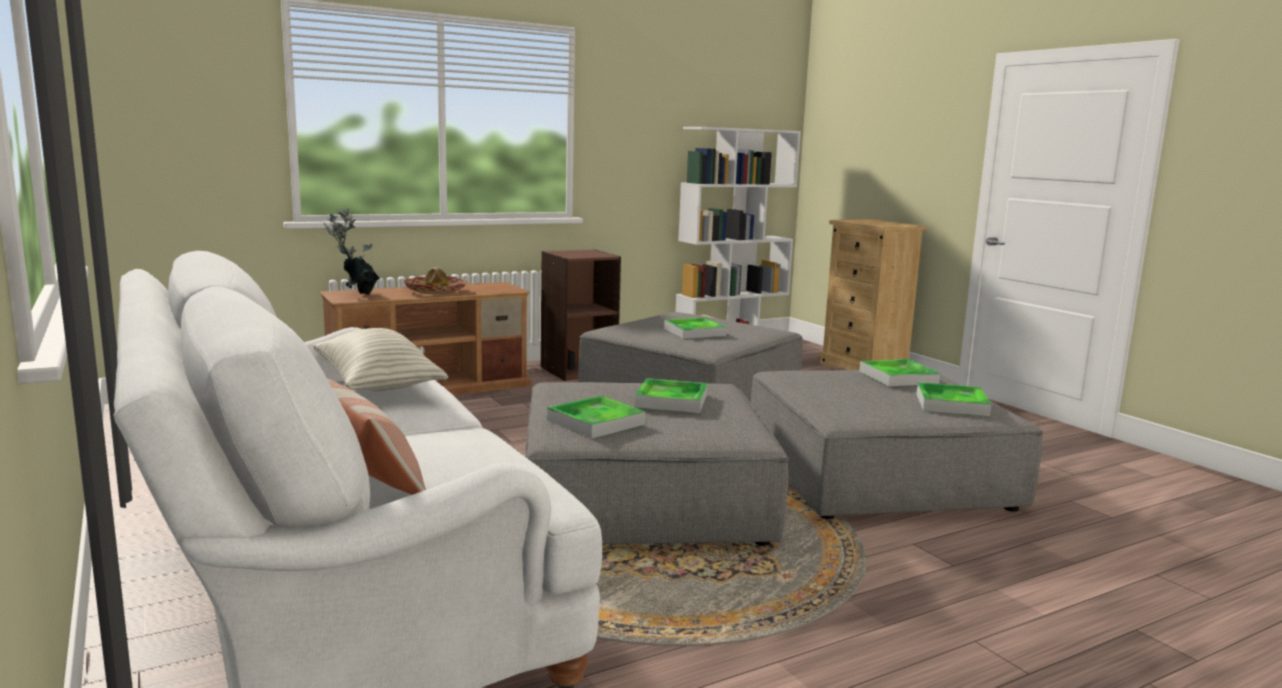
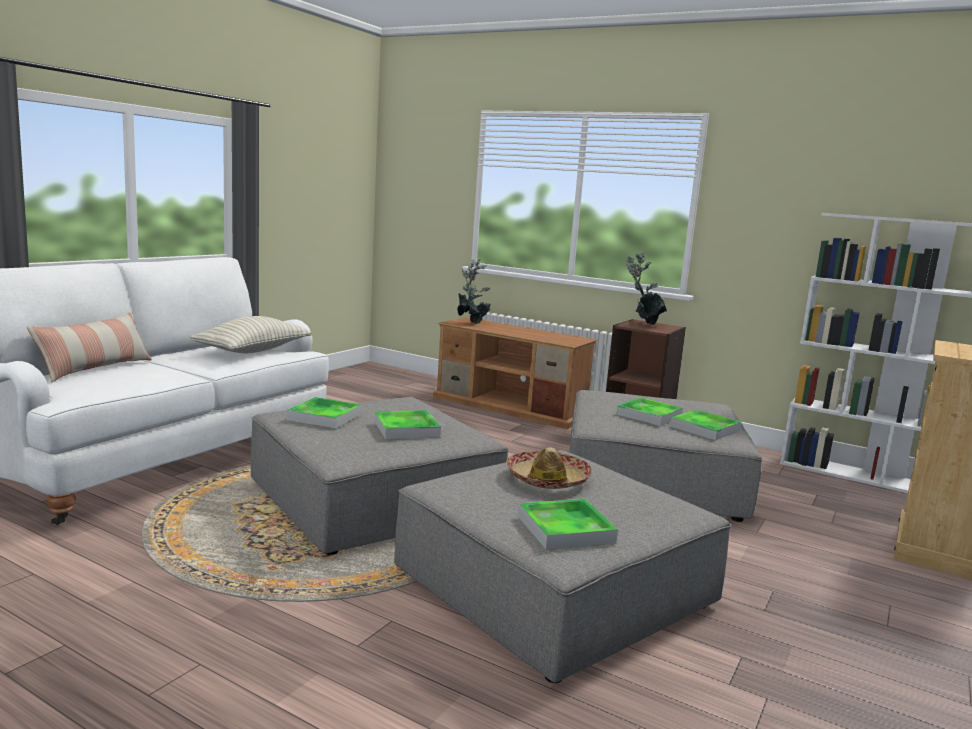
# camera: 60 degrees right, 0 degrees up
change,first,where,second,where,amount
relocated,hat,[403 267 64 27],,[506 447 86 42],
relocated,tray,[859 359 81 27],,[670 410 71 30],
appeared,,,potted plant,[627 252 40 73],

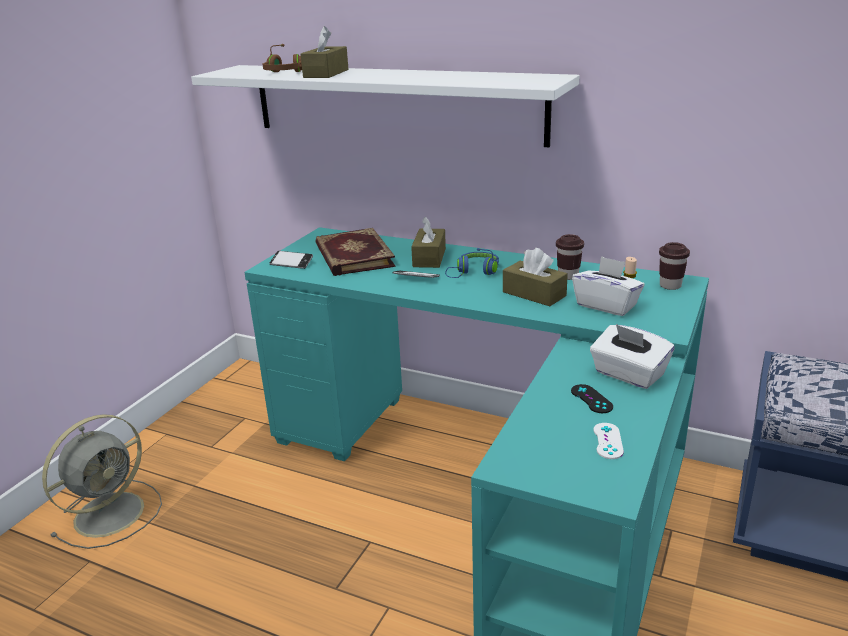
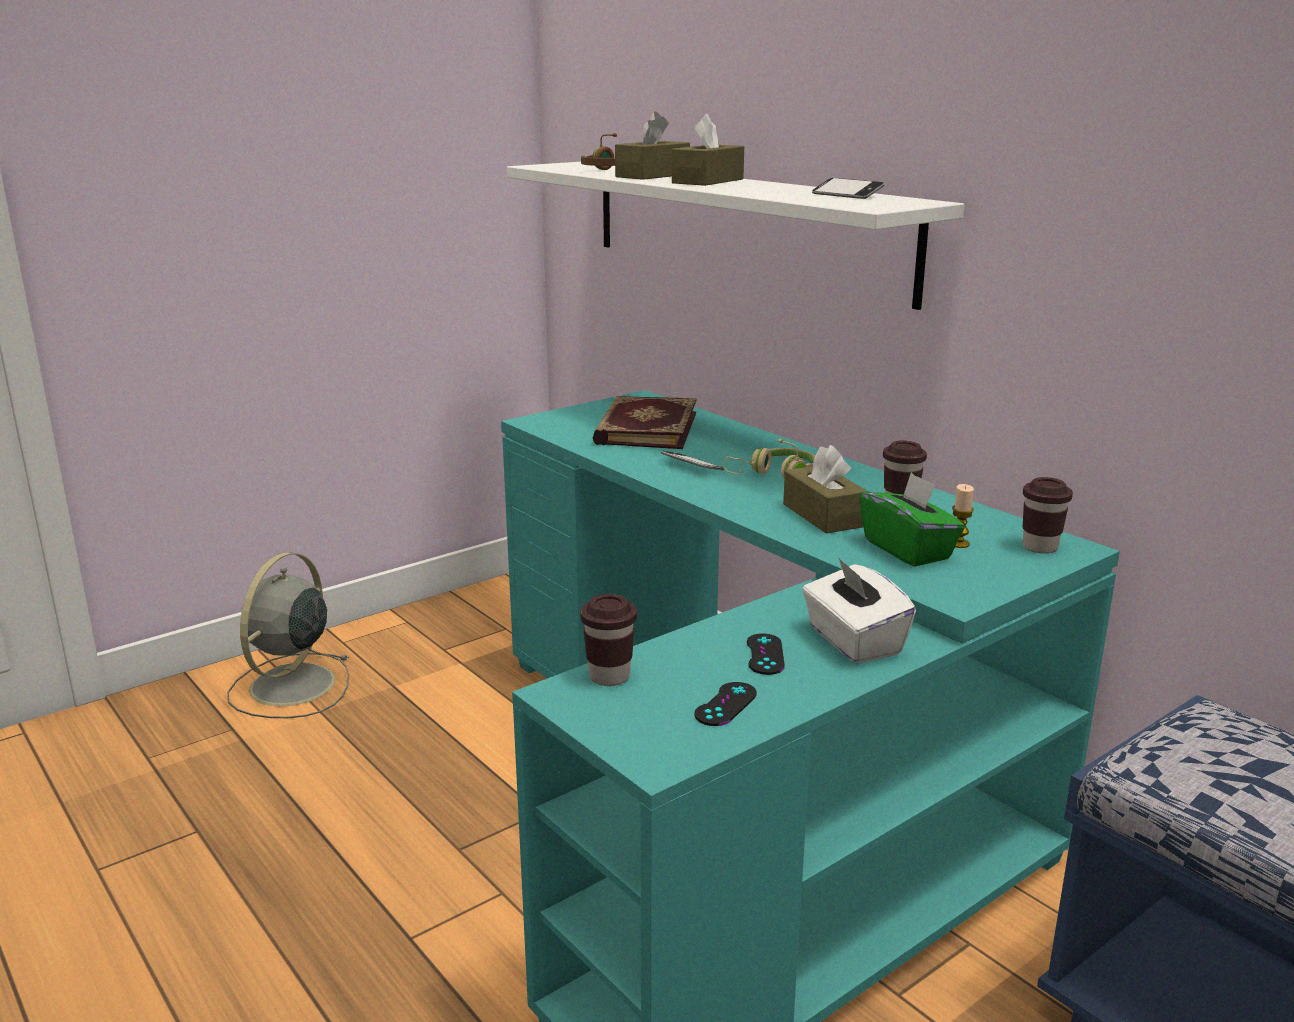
# camera: 25 degrees right, 5 degrees down
change,first,where,second,where,amount
relocated,brown tissue box,[411 216 35 52],,[672 114 72 72],
colour,blue headphones,[445 248 54 30],beige headphones,[723 439 92 39],
relocated,phone,[270 251 43 18],,[812 178 72 21],
colour,white tissue box,[572 256 73 60],green tissue box,[859 472 106 95],
spun,grey fan,[42 414 120 135],,[227 552 122 166],135 degrees clockwise
colour,white game controller,[593 423 31 36],black game controller,[694 682 63 44],
appeared,,,brown cup,[580 594 57 92],

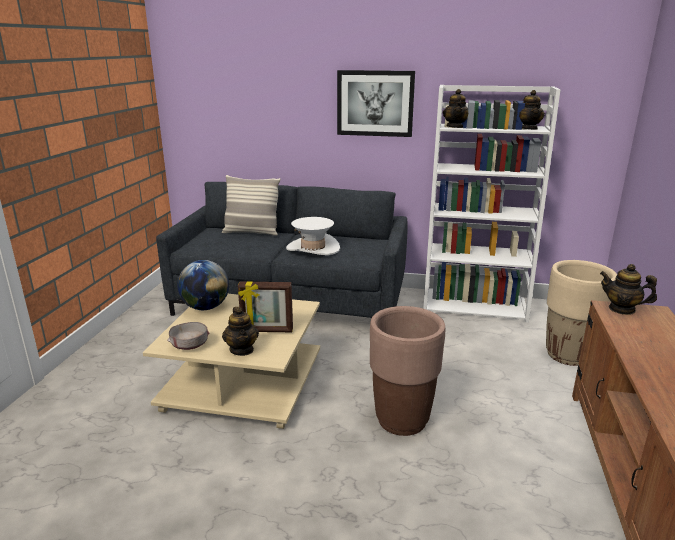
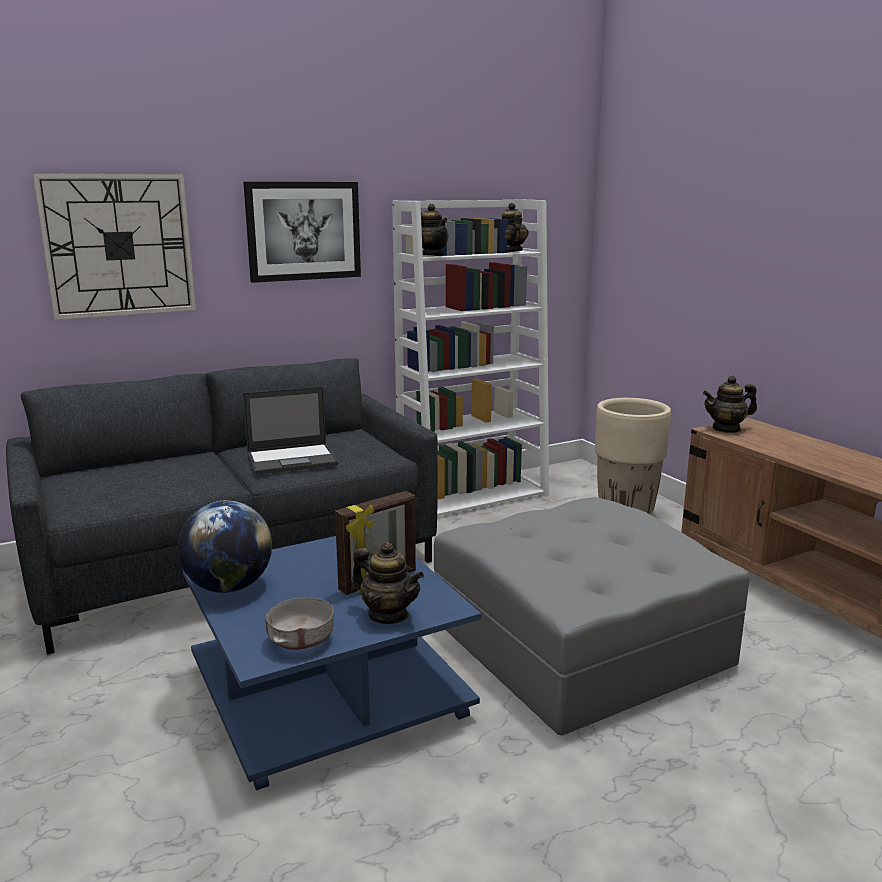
# camera: 40 degrees left, 5 degrees down
change,first,where,second,where,amount
spun,teapot,[519 90 26 40],,[501 203 28 49],150 degrees counterclockwise
missing,pillow,[222 175 58 61],,,
exchanged,white hat,[286 217 54 38],laptop,[243 386 96 89],
colour,beige coffee table,[143 294 177 135],blue coffee table,[182 536 299 254],
exchanged,brown planter,[370 306 75 130],grey ottoman,[434 497 316 239],
appeared,,,wall clock,[32 173 164 147],

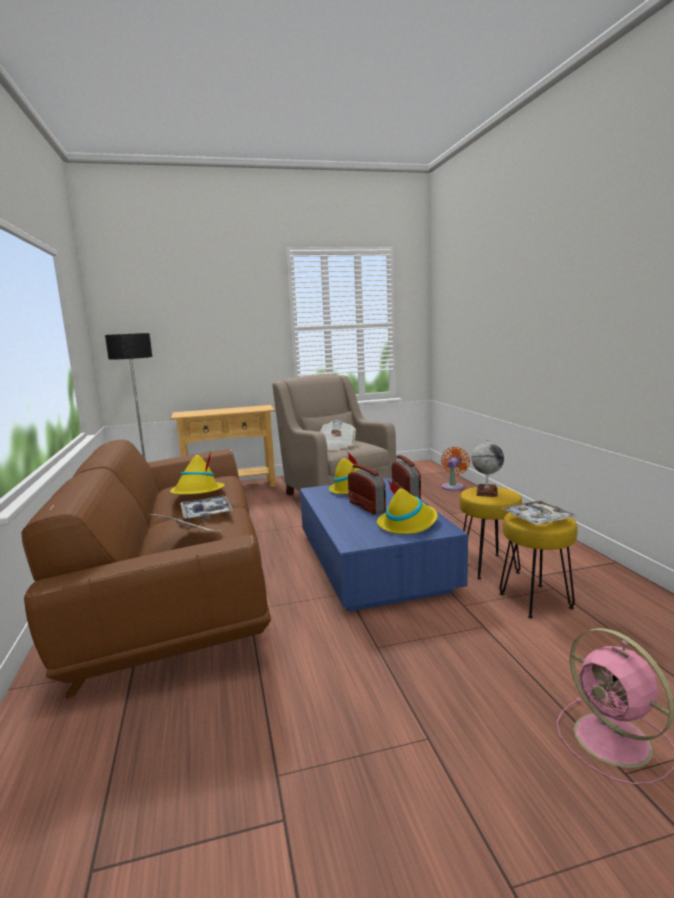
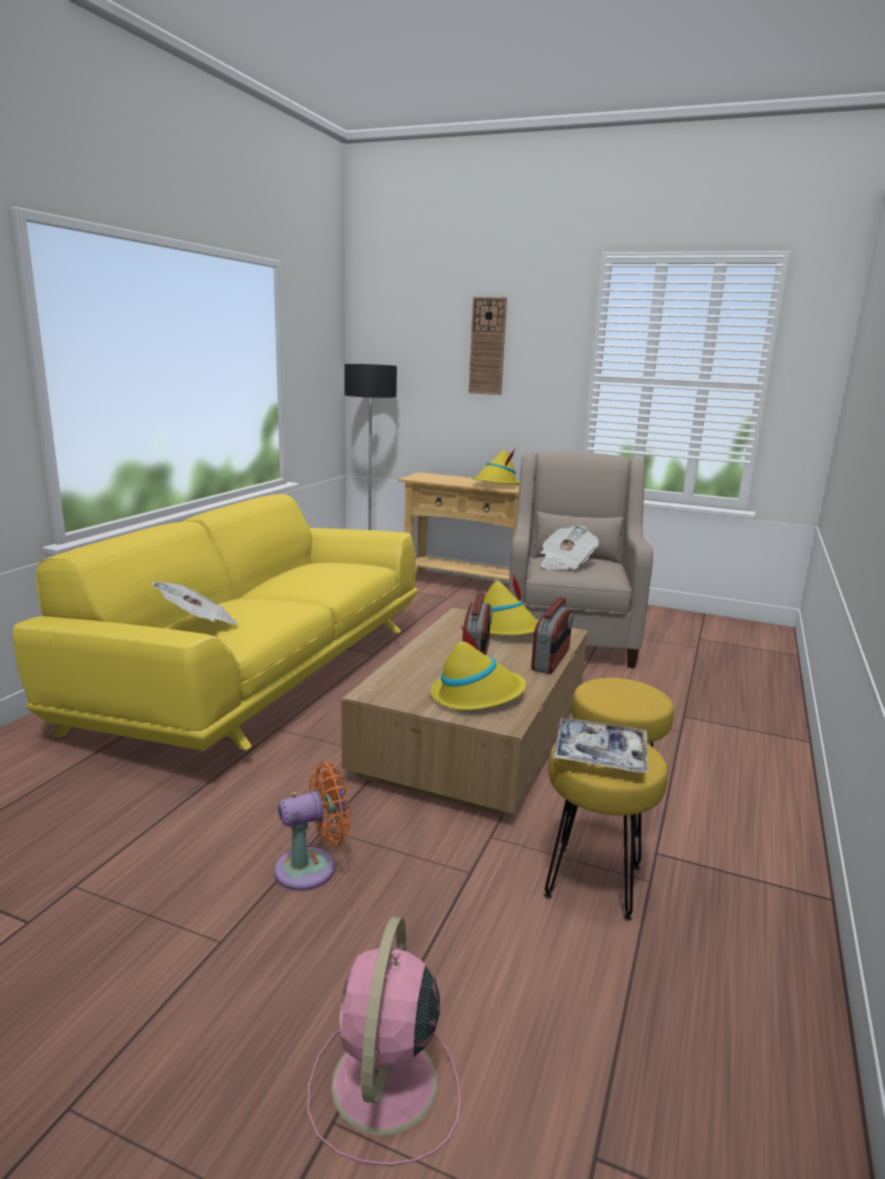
# camera: 35 degrees right, 5 degrees up
change,first,where,second,where,amount
colour,brown sofa,[21 439 250 260],yellow sofa,[13 494 405 257],
missing,globe,[471 440 33 57],,,
relocated,orange fan,[441 447 29 44],,[274 762 77 129],
relocated,yellow hat,[170 451 55 44],,[473 449 47 36],
colour,blue coffee table,[300 478 168 134],brown coffee table,[341 608 247 208],
missing,tray,[180 496 53 23],,,
appeared,,,wall clock,[469 297 38 98],

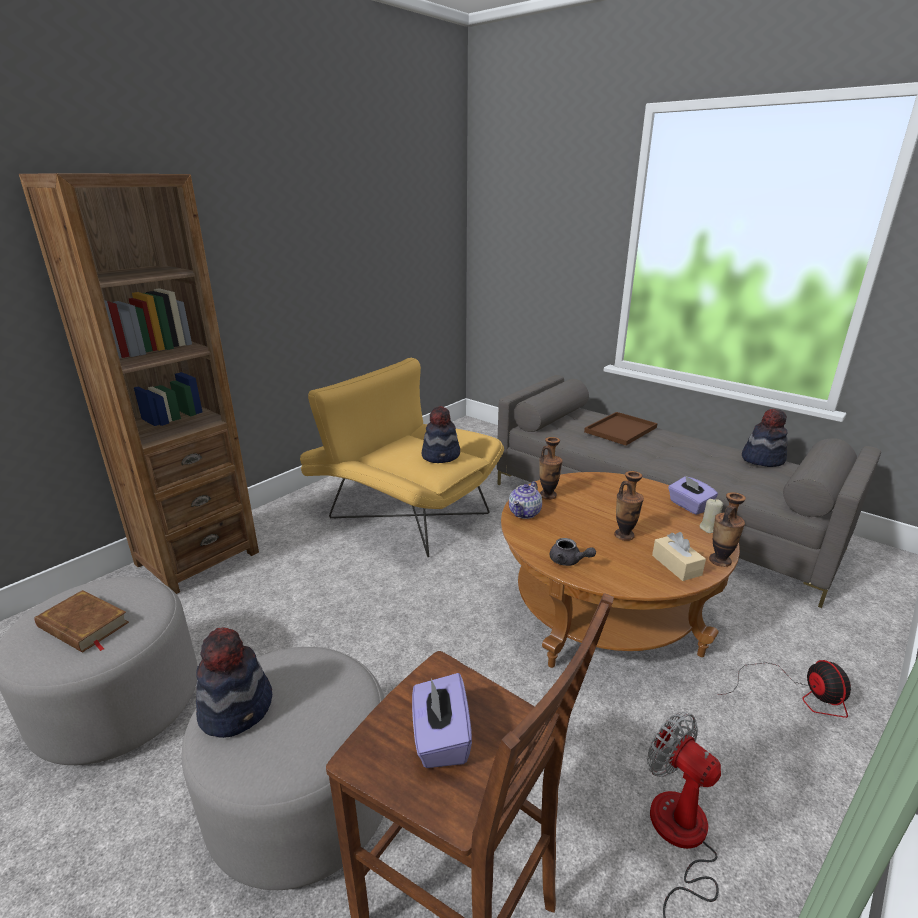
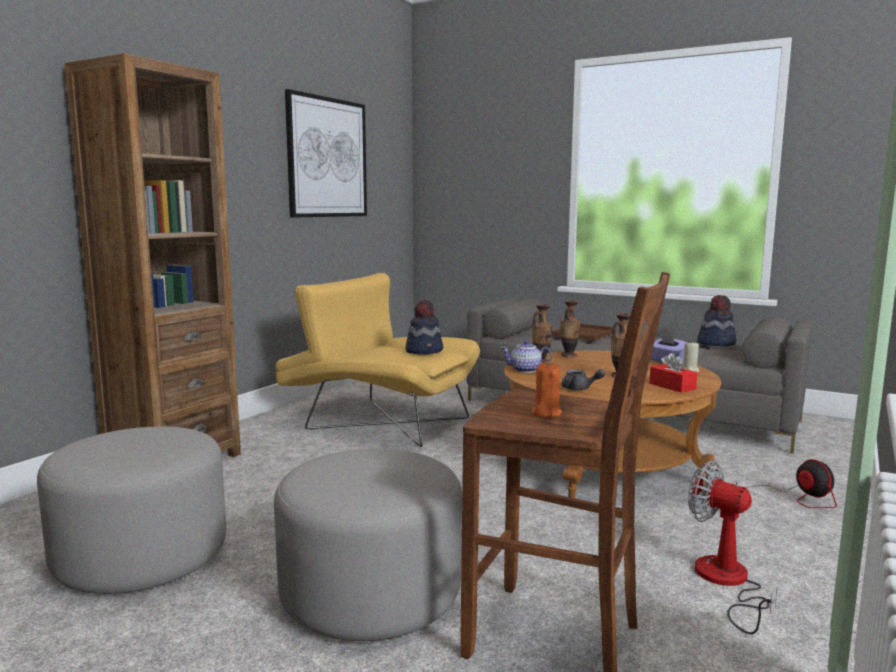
# camera: 10 degrees left, 15 degrees down
change,first,where,second,where,amount
spun,teapot,[509 481 33 38],,[500 340 52 33],75 degrees clockwise
relocated,vase,[709 492 37 75],,[560 300 21 58],
colour,beige tissue box,[652 532 54 49],red tissue box,[650 352 47 41],
missing,brown book,[34 590 95 63],,,
missing,hat,[196 627 76 111],,,
exchanged,purple tissue box,[412 673 60 95],orange candle,[531 362 31 55],
appeared,,,picture,[285 89 82 129],

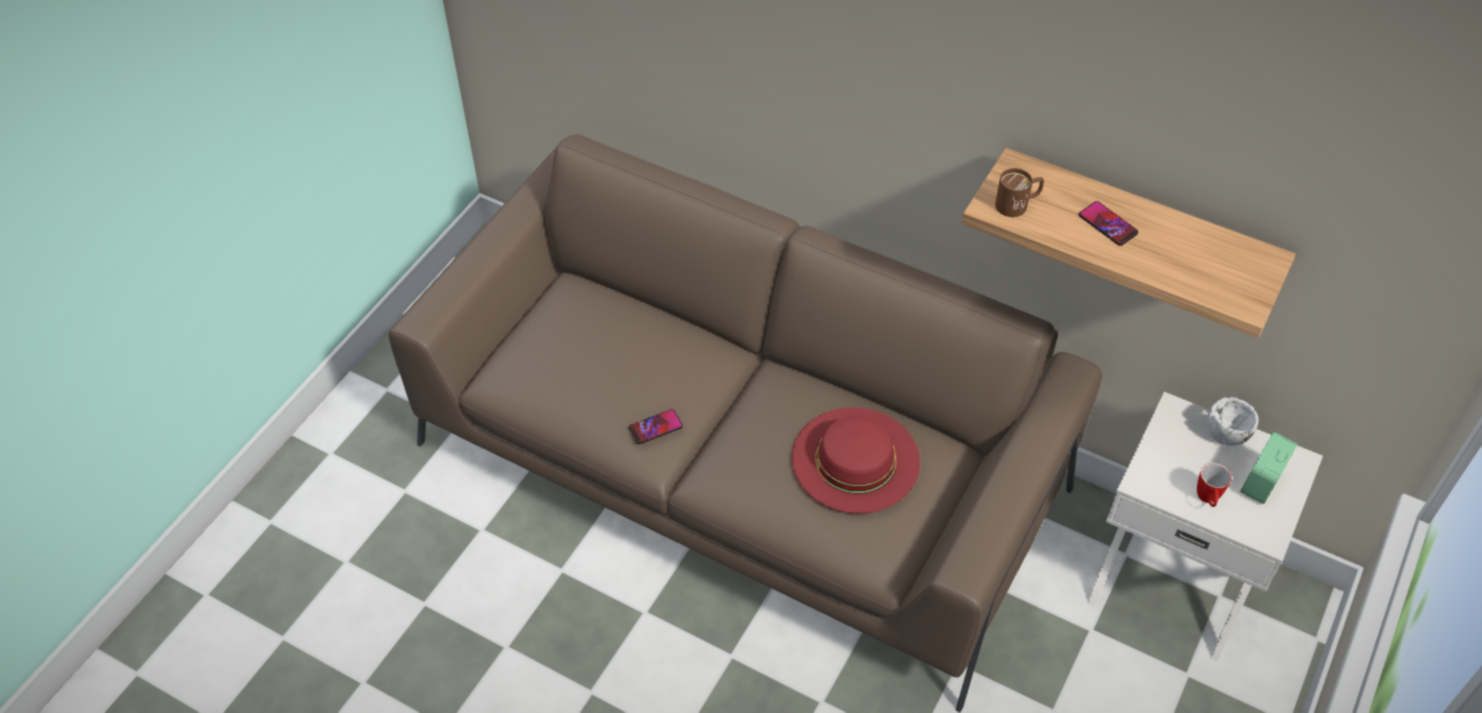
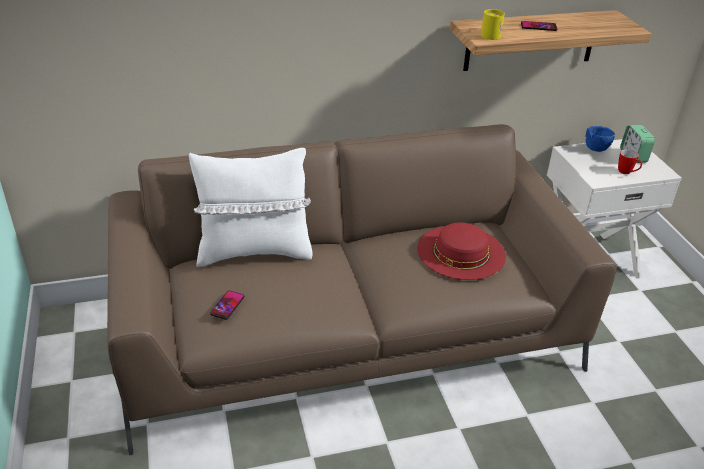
# camera: 45 degrees left, 15 degrees down
change,first,where,second,where,amount
colour,brown mug,[995 168 49 49],yellow mug,[481 9 24 31],
colour,white bowl,[1207 397 51 49],blue bowl,[586 126 29 26],
relocated,phone,[629 409 54 35],,[210 291 34 29],
appeared,,,white pillow,[189 148 124 119],

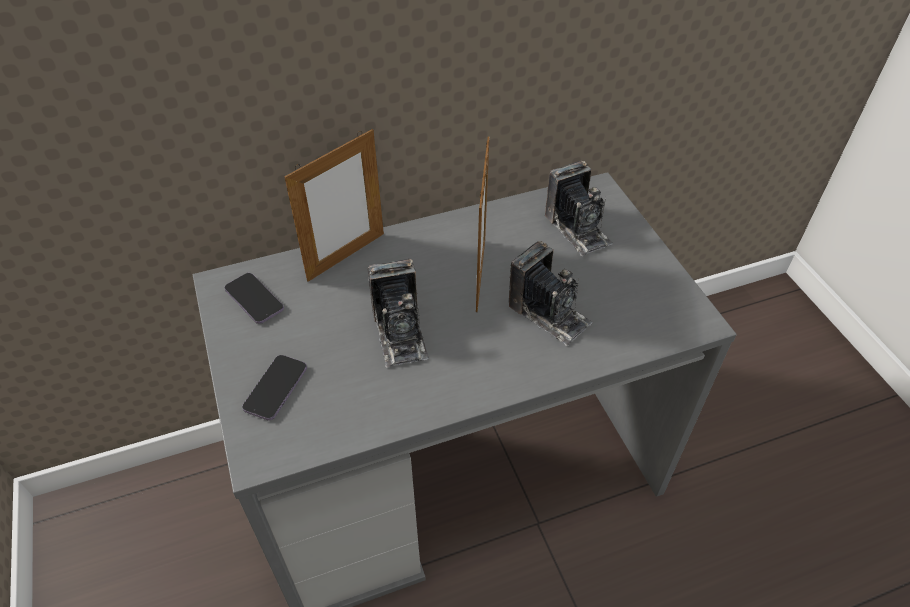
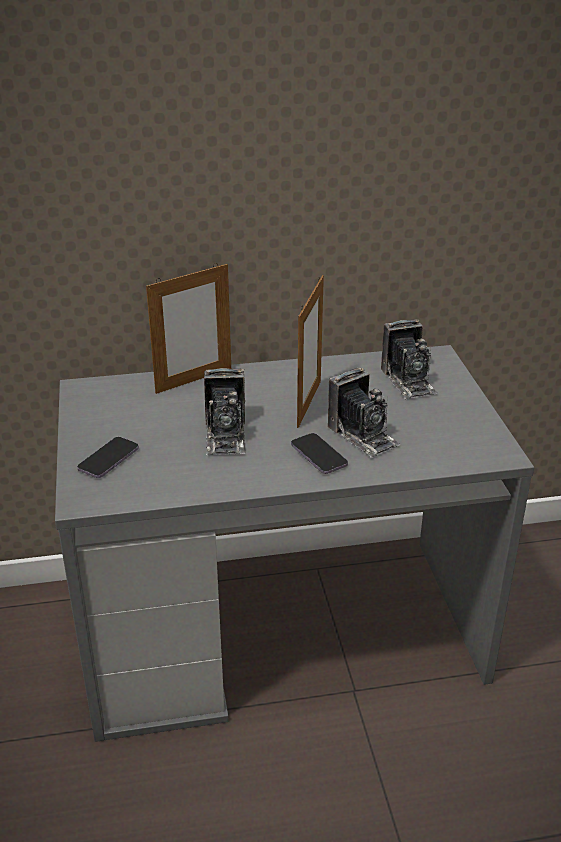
# camera: 10 degrees right, 15 degrees down
change,first,where,second,where,amount
relocated,phone,[224 273 60 51],,[291 433 57 41],

